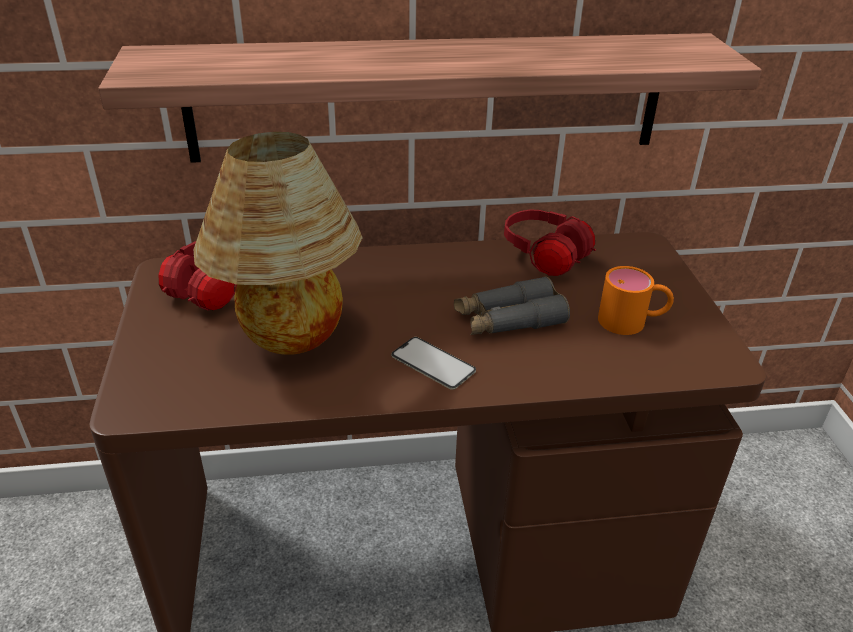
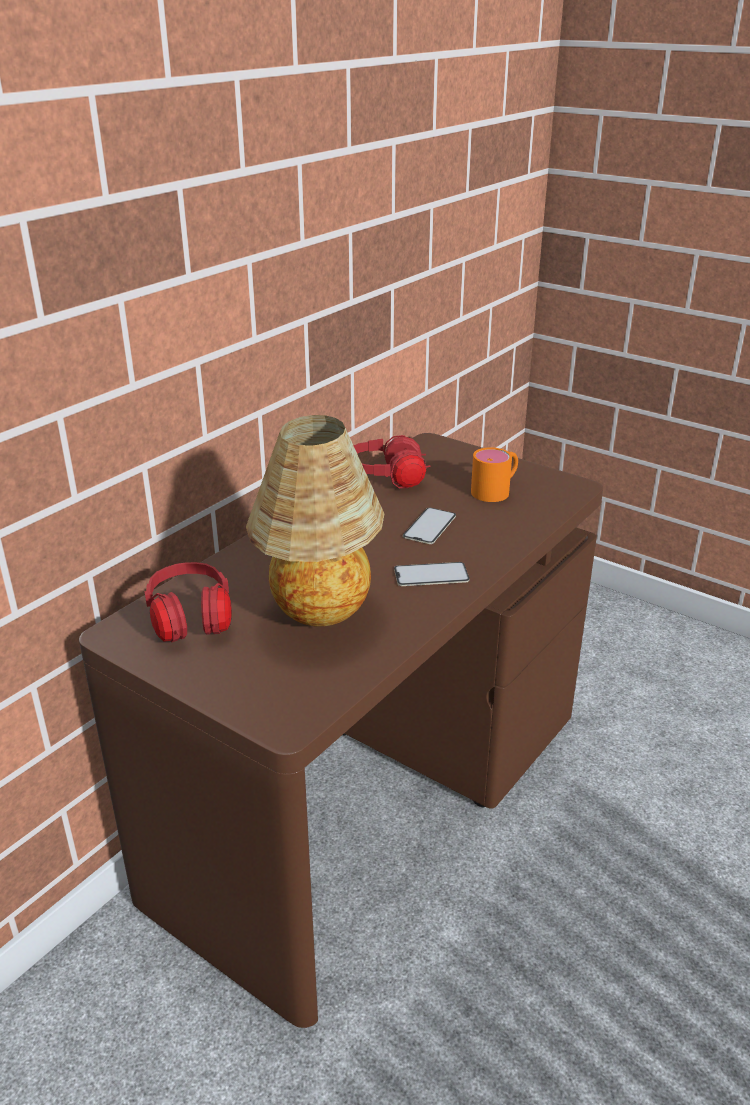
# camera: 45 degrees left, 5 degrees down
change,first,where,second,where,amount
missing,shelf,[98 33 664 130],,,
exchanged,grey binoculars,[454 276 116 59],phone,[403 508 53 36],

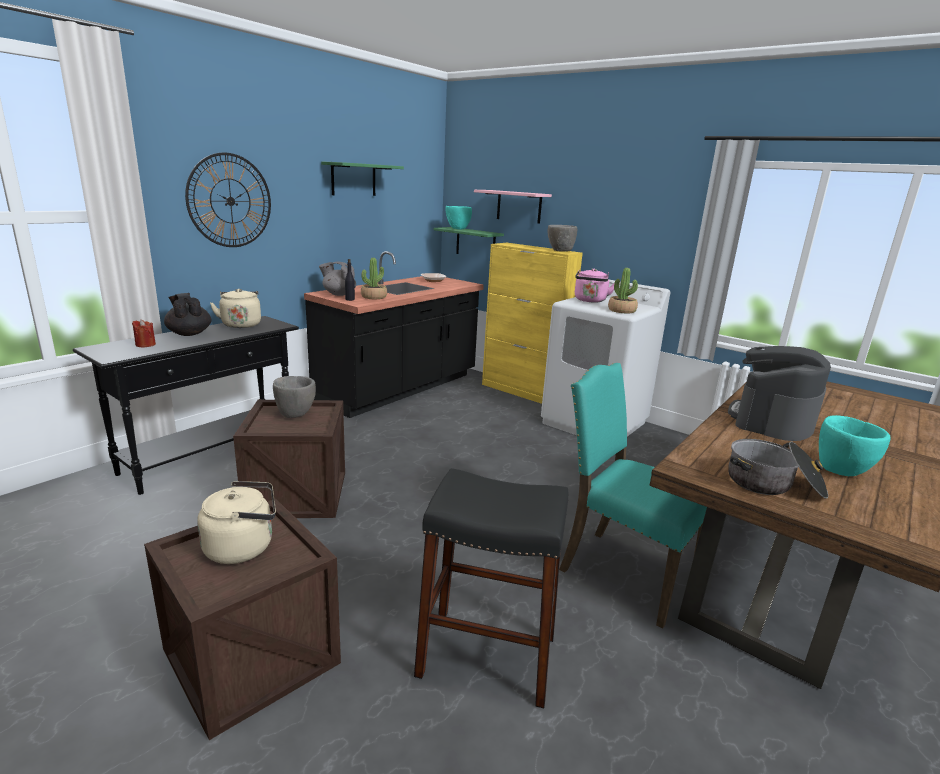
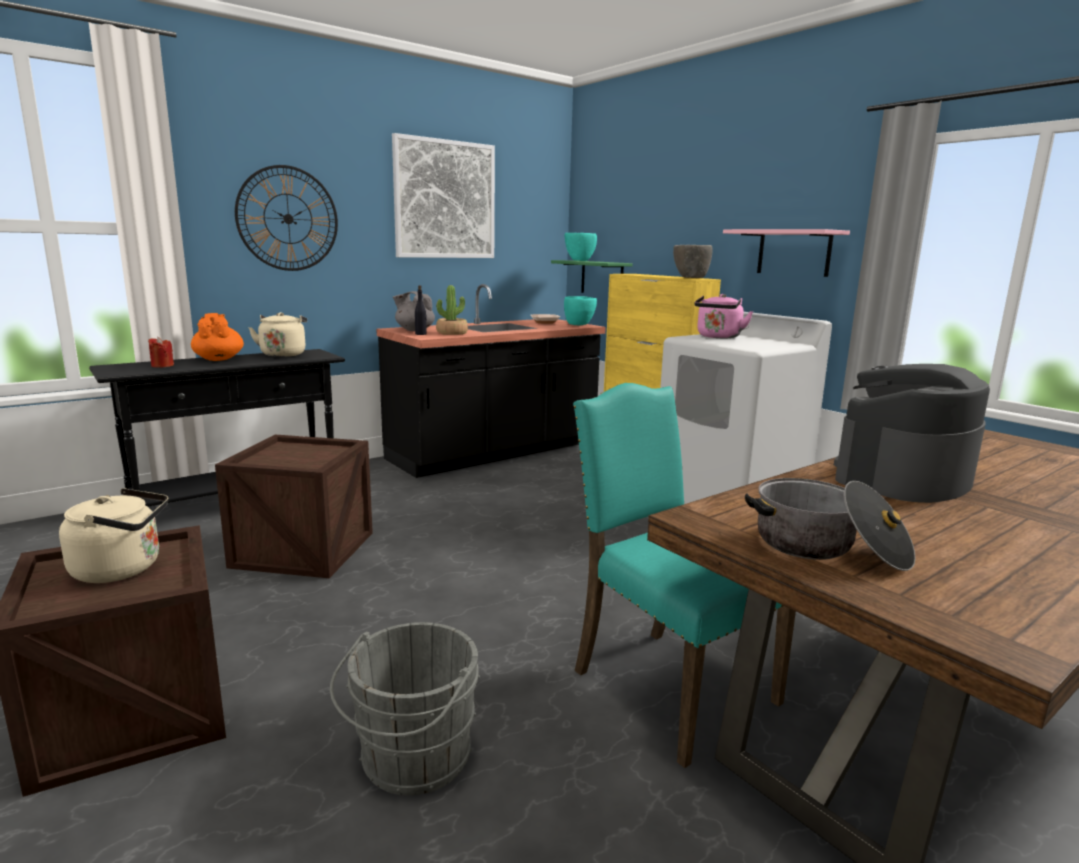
# camera: 15 degrees right, 5 degrees down
change,first,where,second,where,amount
exchanged,green shelf,[321 161 83 35],picture,[392 133 103 125],
relocated,pink shelf,[474 190 78 34],,[723 229 127 48],
missing,potted plant,[608 268 30 45],,,
colour,black teapot,[164 293 47 43],orange teapot,[191 313 53 48],
missing,grey bowl,[273 376 43 42],,,
relocated,turquoise bowl,[819 415 71 61],,[564 296 33 29],
exchanged,black stool,[414 468 154 240],grey bucket,[330 622 150 174],

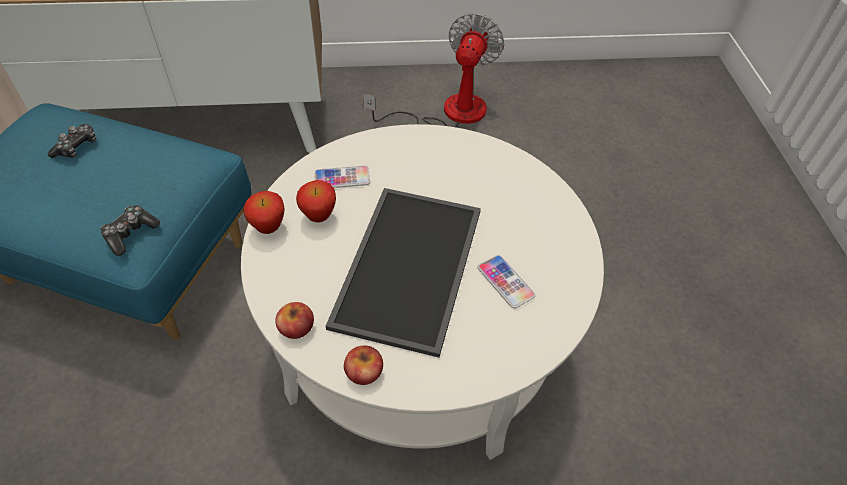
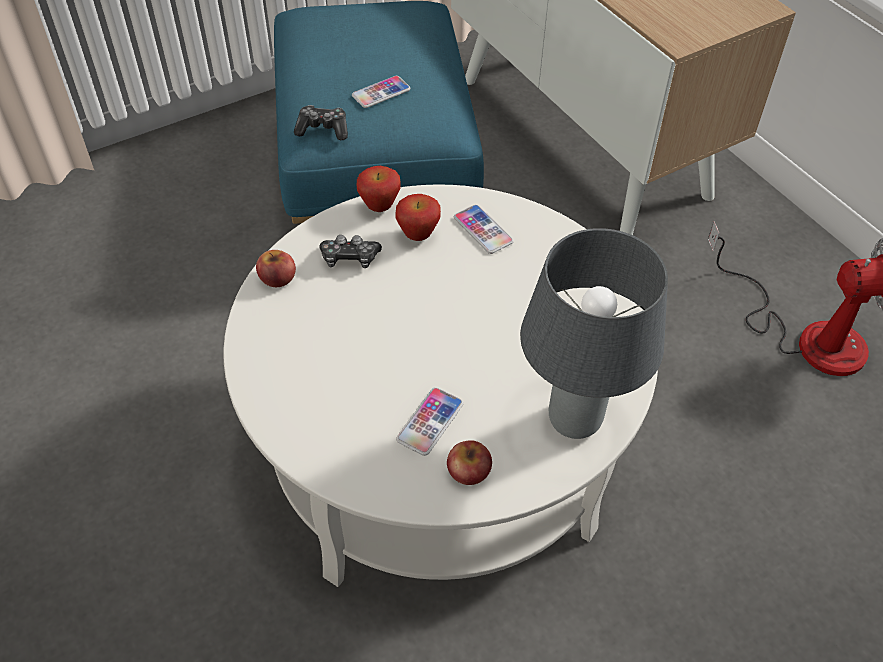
# camera: 65 degrees right, 0 degrees up
change,first,where,second,where,amount
relocated,game controller,[48 124 48 34],,[320 235 62 33],
missing,tray,[326 188 155 170],,,
relocated,apple,[344 345 39 40],,[447 440 45 45],
appeared,,,phone,[352 76 58 32],
appeared,,,grey table lamp,[520 228 148 211],

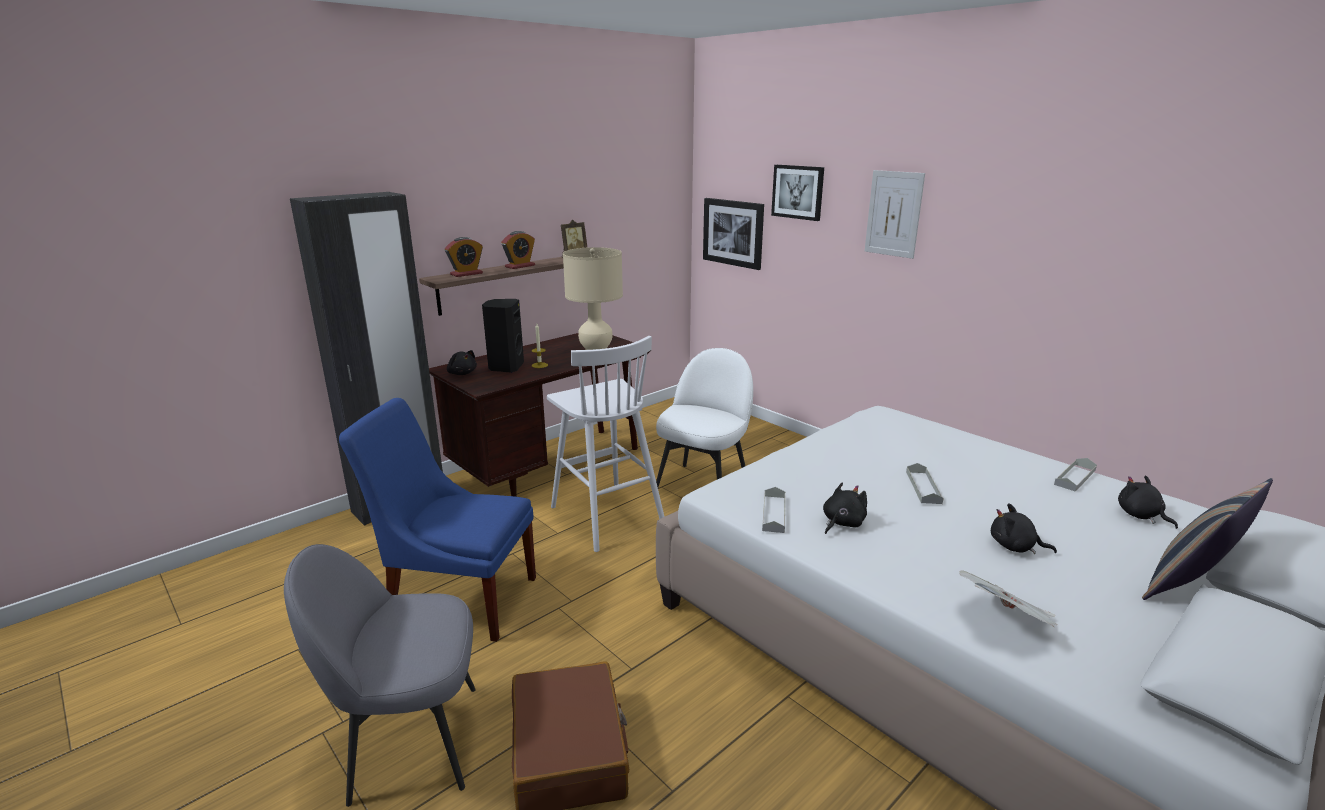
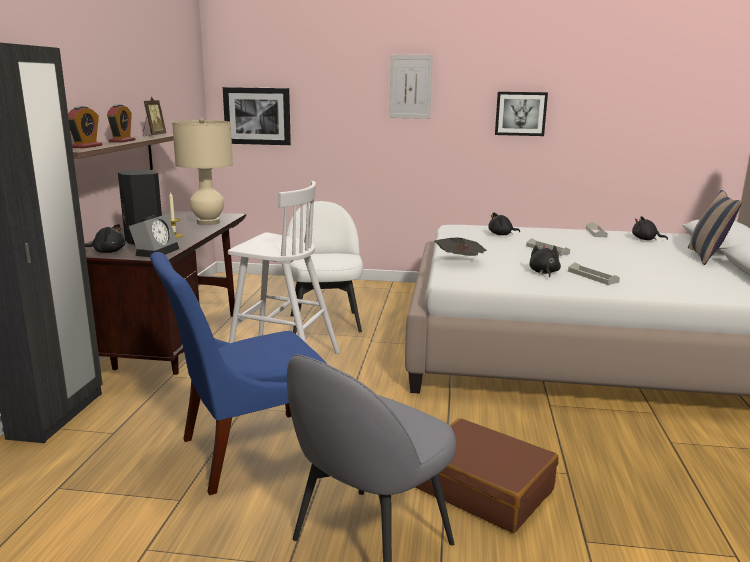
# camera: 40 degrees left, 5 degrees down
change,first,where,second,where,amount
relocated,picture,[771 165 53 56],,[495 92 53 44],
relocated,grey tray,[762 487 23 46],,[568 262 52 23],
relocated,black plush toy,[991 503 66 51],,[488 212 32 23],
relocated,newspaper,[959 570 98 57],,[434 238 52 18],
appeared,,,alarm clock,[129 214 50 43],

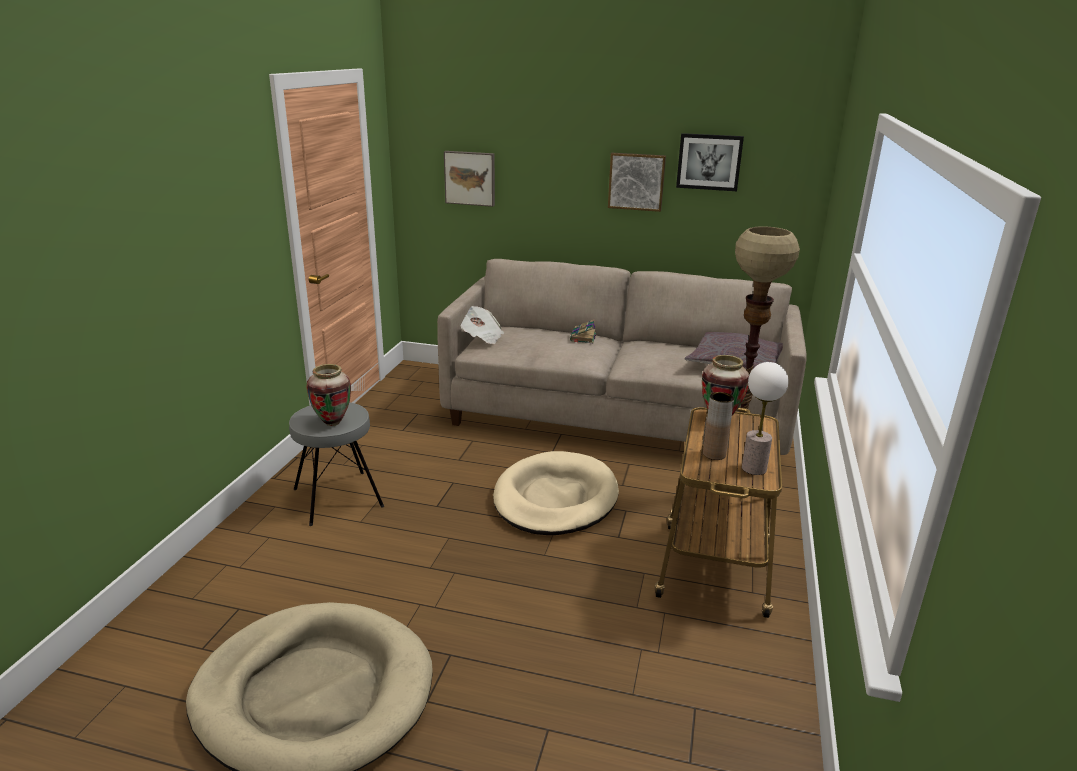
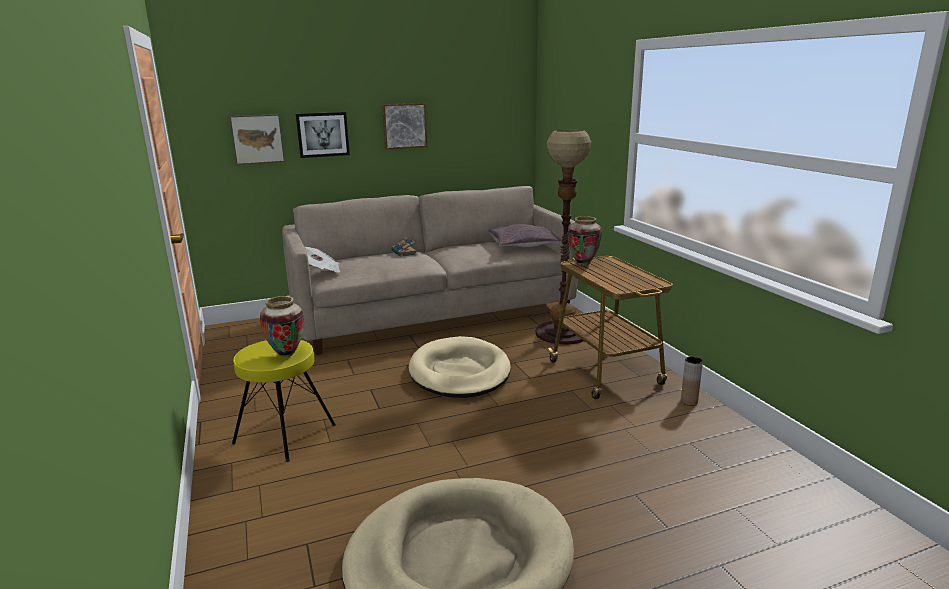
# camera: 35 degrees left, 5 degrees down
change,first,where,second,where,amount
relocated,picture,[676 133 68 58],,[296 112 54 46],
missing,table lamp,[742 362 47 113],,,
relocated,brown vase,[703 392 31 68],,[681 356 22 50],
colour,grey stool,[289 402 95 124],yellow stool,[232 340 104 122],

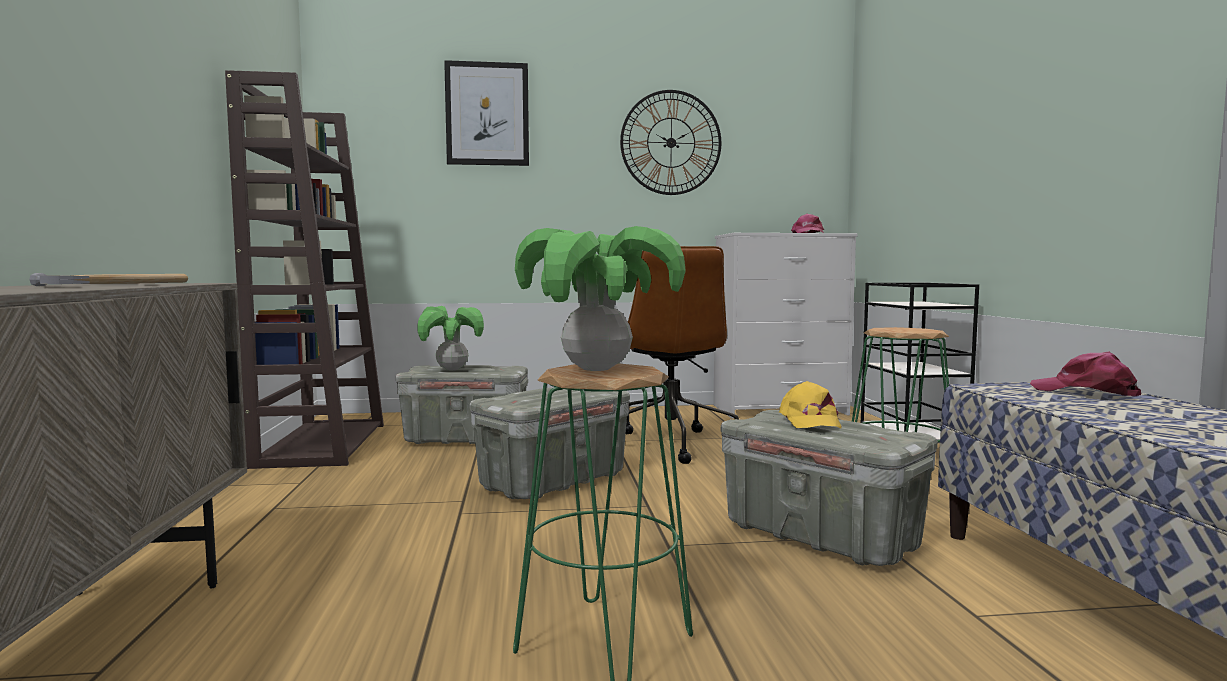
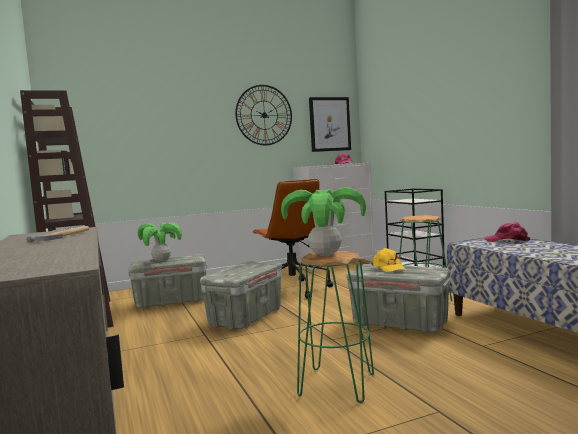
# camera: 15 degrees left, 0 degrees up
change,first,where,second,where,amount
relocated,picture,[444 60 85 106],,[309 97 42 55],

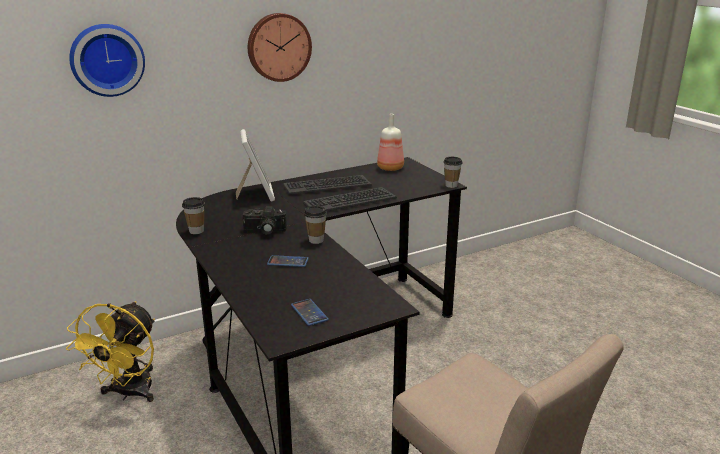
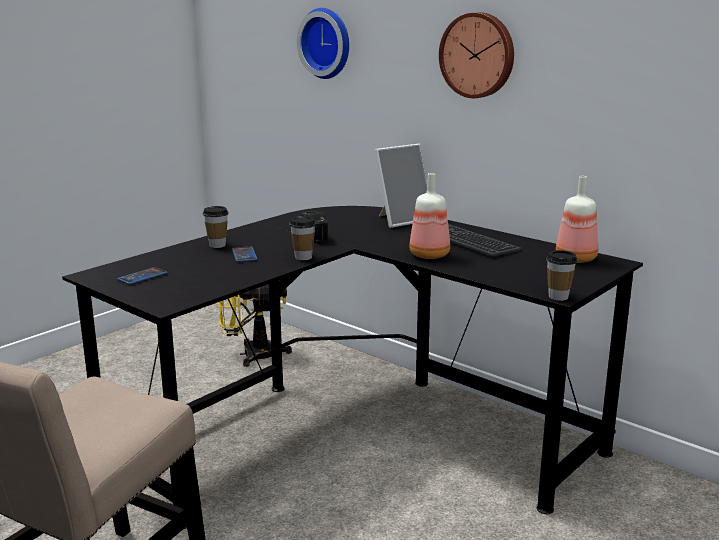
# camera: 70 degrees right, 5 degrees down
change,first,where,second,where,amount
exchanged,keyboard,[303 187 94 24],bottle,[409 173 41 86],
relocated,cup,[182 197 23 37],,[203 206 26 42],

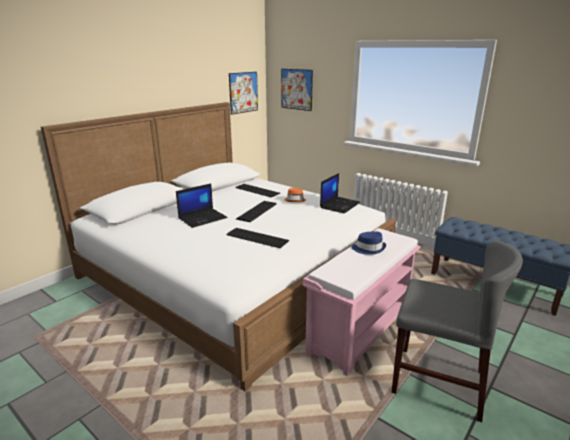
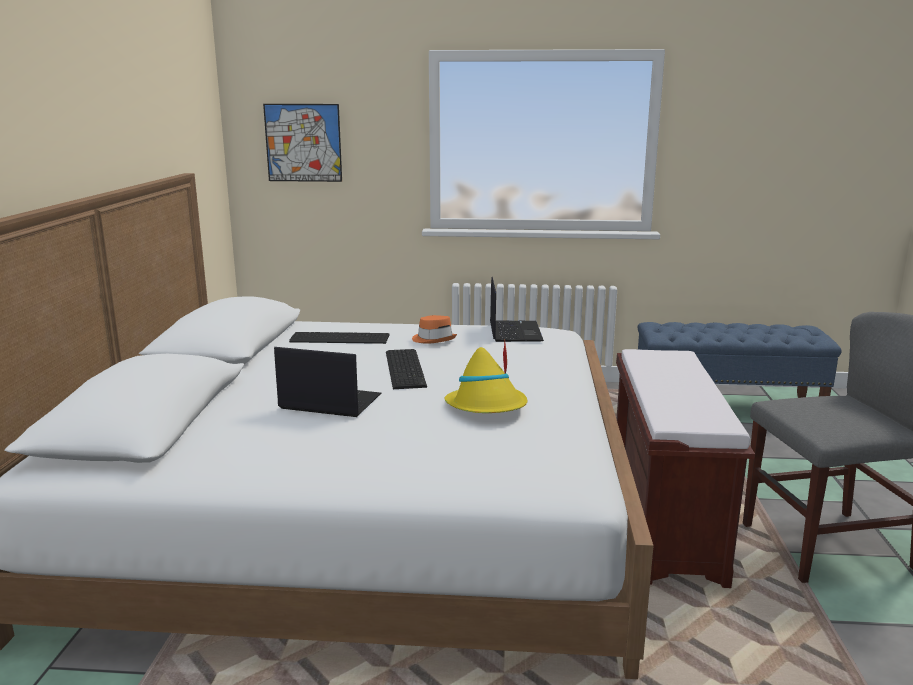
# camera: 35 degrees left, 5 degrees down
change,first,where,second,where,amount
missing,picture,[229 72 29 43],,,
spun,laptop,[176 183 52 45],,[274 347 107 70],90 degrees counterclockwise
exchanged,keyboard,[227 228 62 20],yellow hat,[445 339 82 74],
colour,pink bench,[303 228 117 148],brown bench,[616 349 139 239],
missing,blue hat,[352 231 34 24],,,

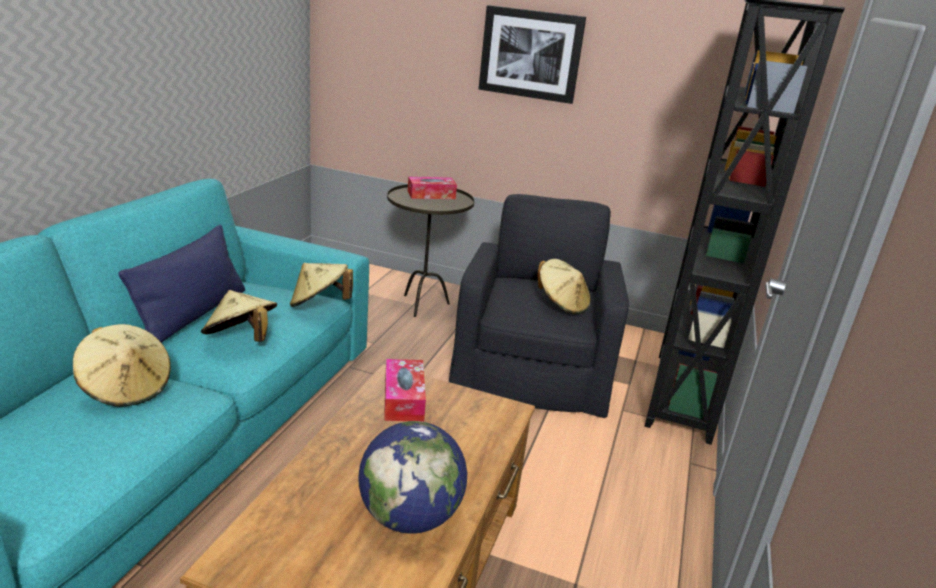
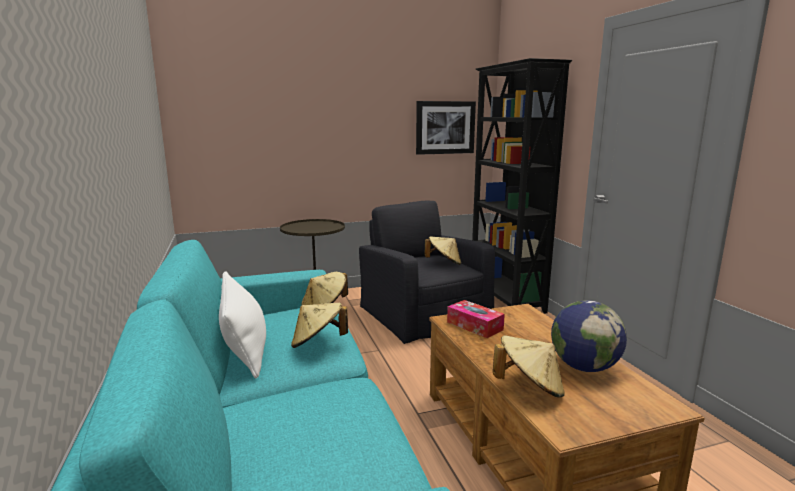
# camera: 35 degrees left, 10 degrees down
change,first,where,second,where,amount
relocated,picture,[479 5 107 99],,[416 101 60 54],
missing,tissue box,[408 177 49 22],,,
colour,blue pillow,[119 225 126 118],white pillow,[219 271 47 107],
relocated,beige hat,[73 324 98 83],,[493 335 72 63],

